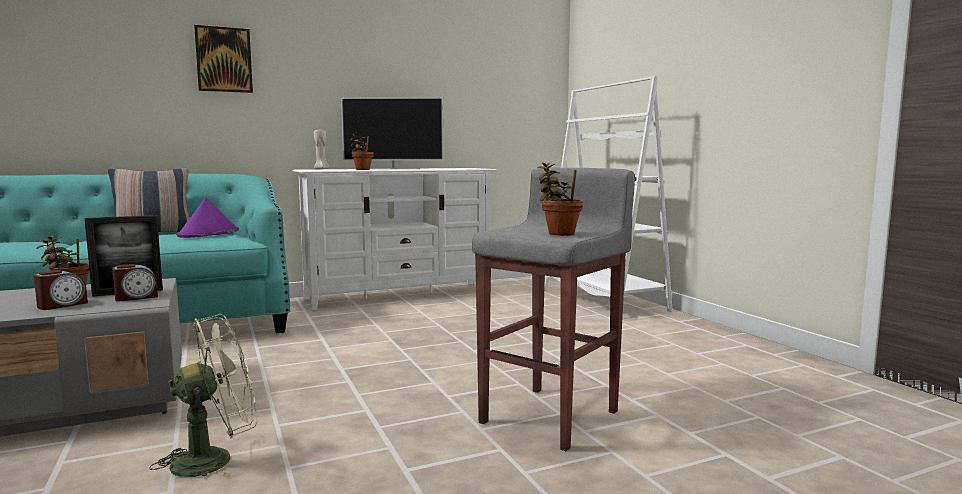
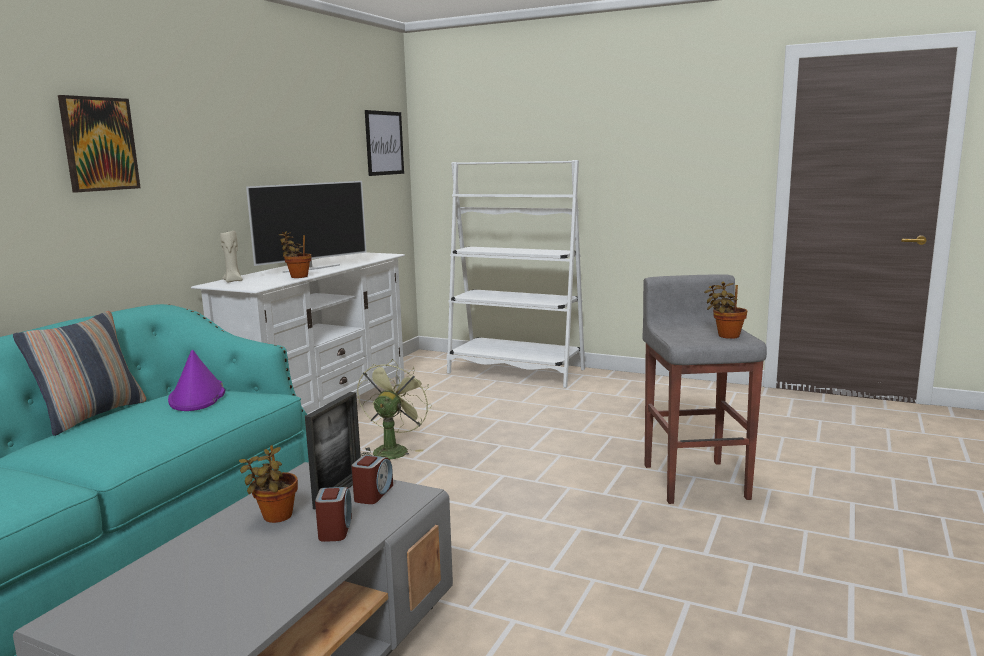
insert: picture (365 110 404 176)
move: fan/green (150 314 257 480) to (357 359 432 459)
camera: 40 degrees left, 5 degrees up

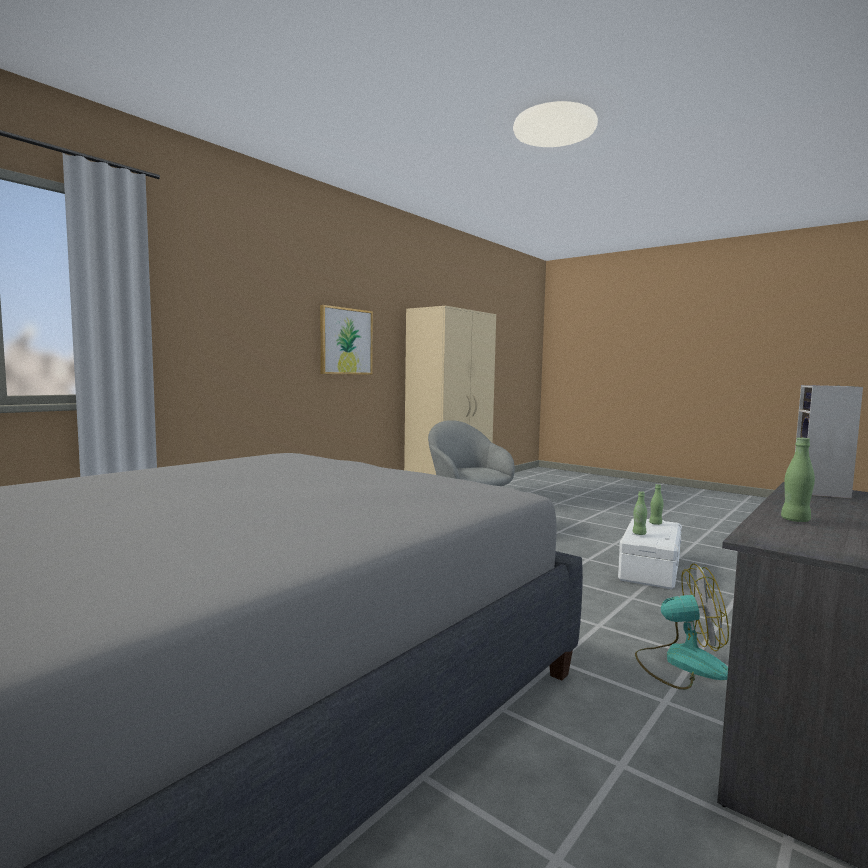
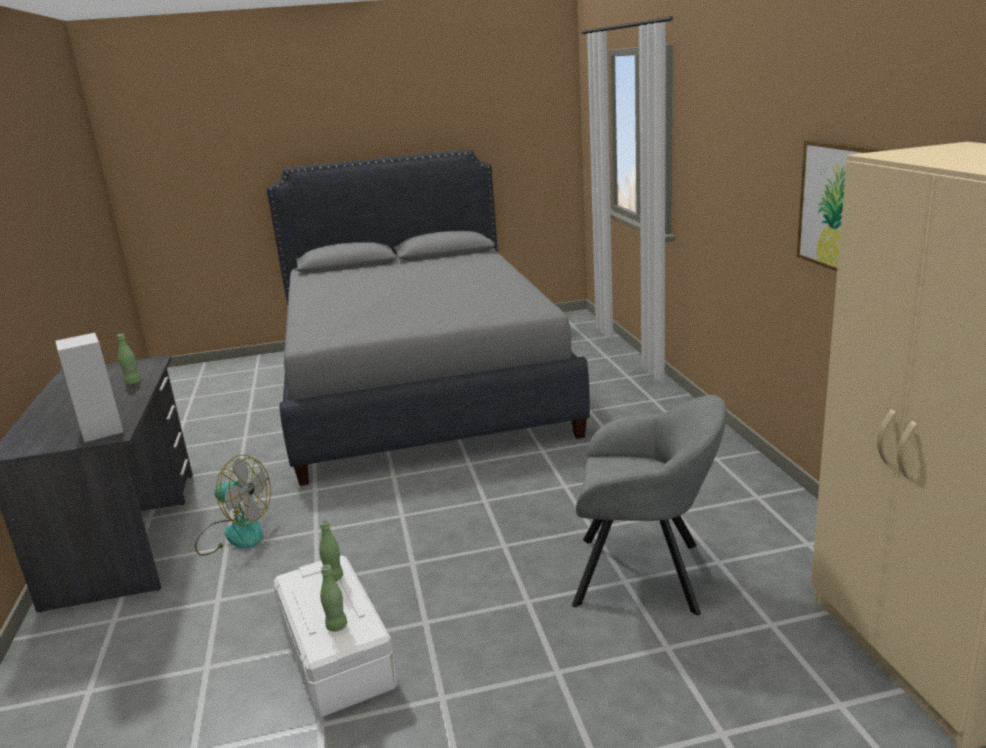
rotate: fan (635 564 729 690) = (195 454 271 556) 120 degrees counterclockwise
camera: 130 degrees right, 15 degrees up

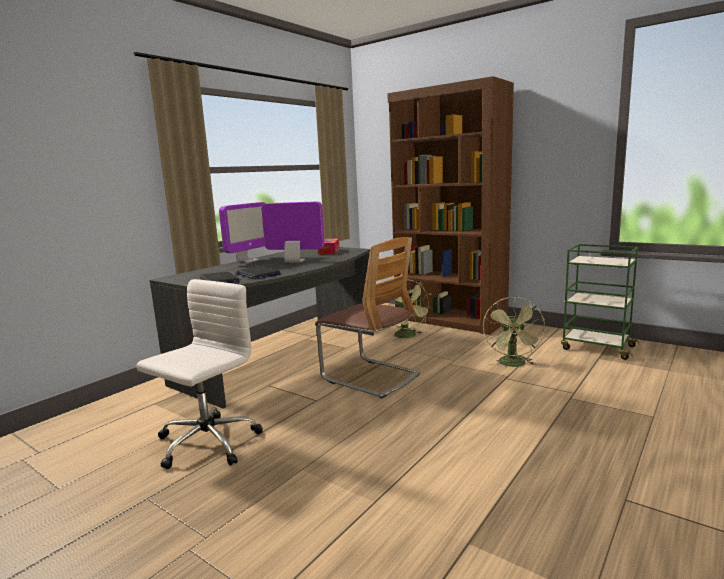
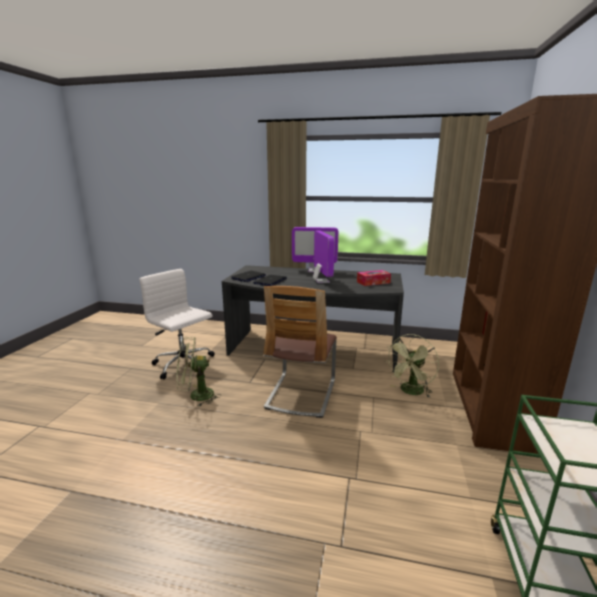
move: fan/green (483 297 545 367) to (177 337 221 406)
rotate: office chair/white (136 279 263 469) = (139 269 215 379) 150 degrees counterclockwise
camera: 65 degrees right, 5 degrees up

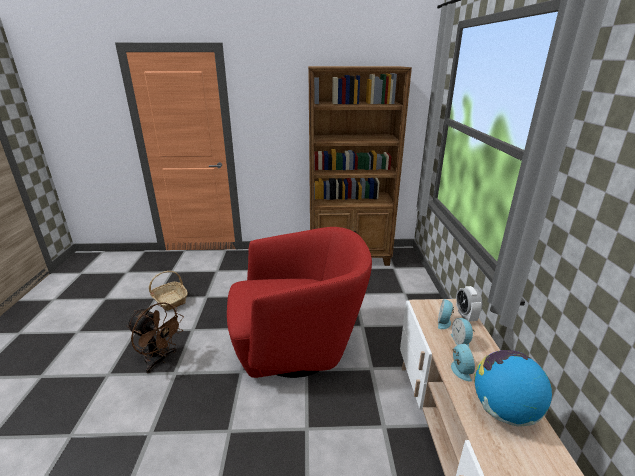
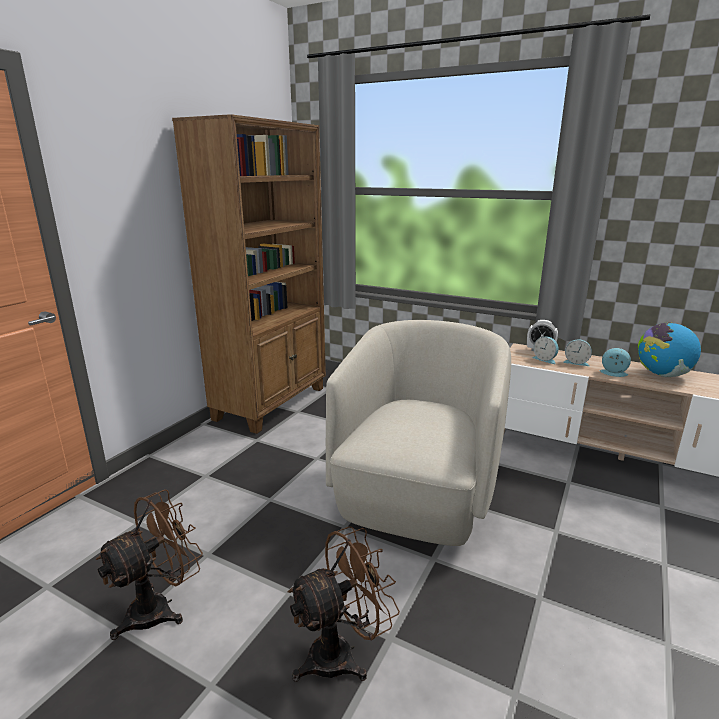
replace: basket (149 271 188 311) to fan/brown (96 490 203 640)
recolor: armchair/red (227 227 372 378) to armchair/beige (326 320 511 546)
camera: 60 degrees left, 5 degrees down

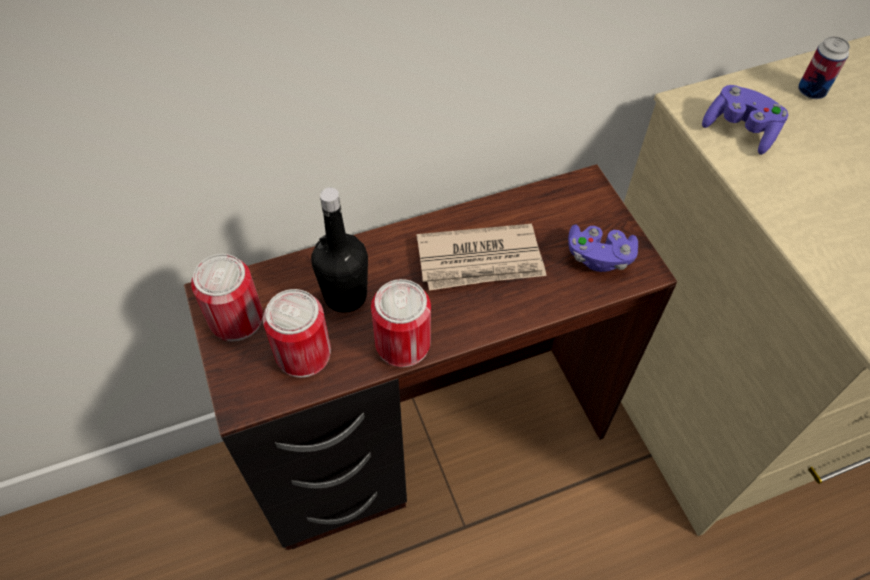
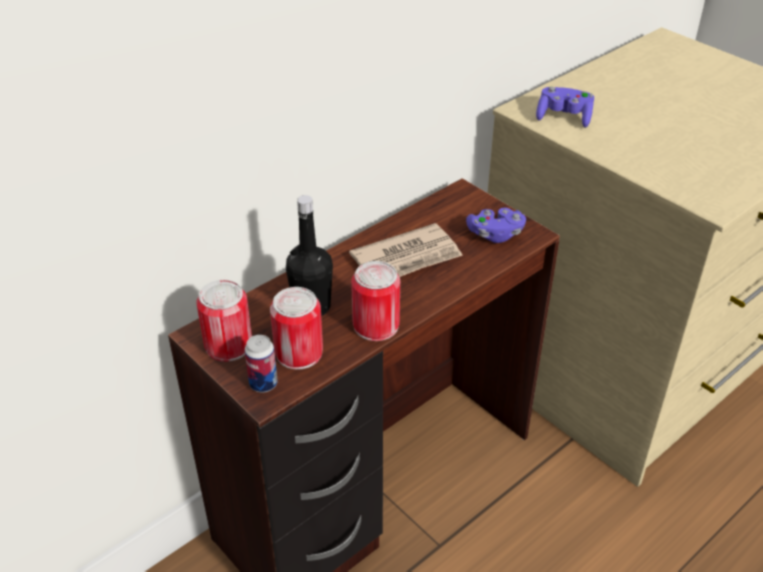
move: can (798 36 850 99) to (245 335 278 392)
camera: 20 degrees left, 15 degrees down

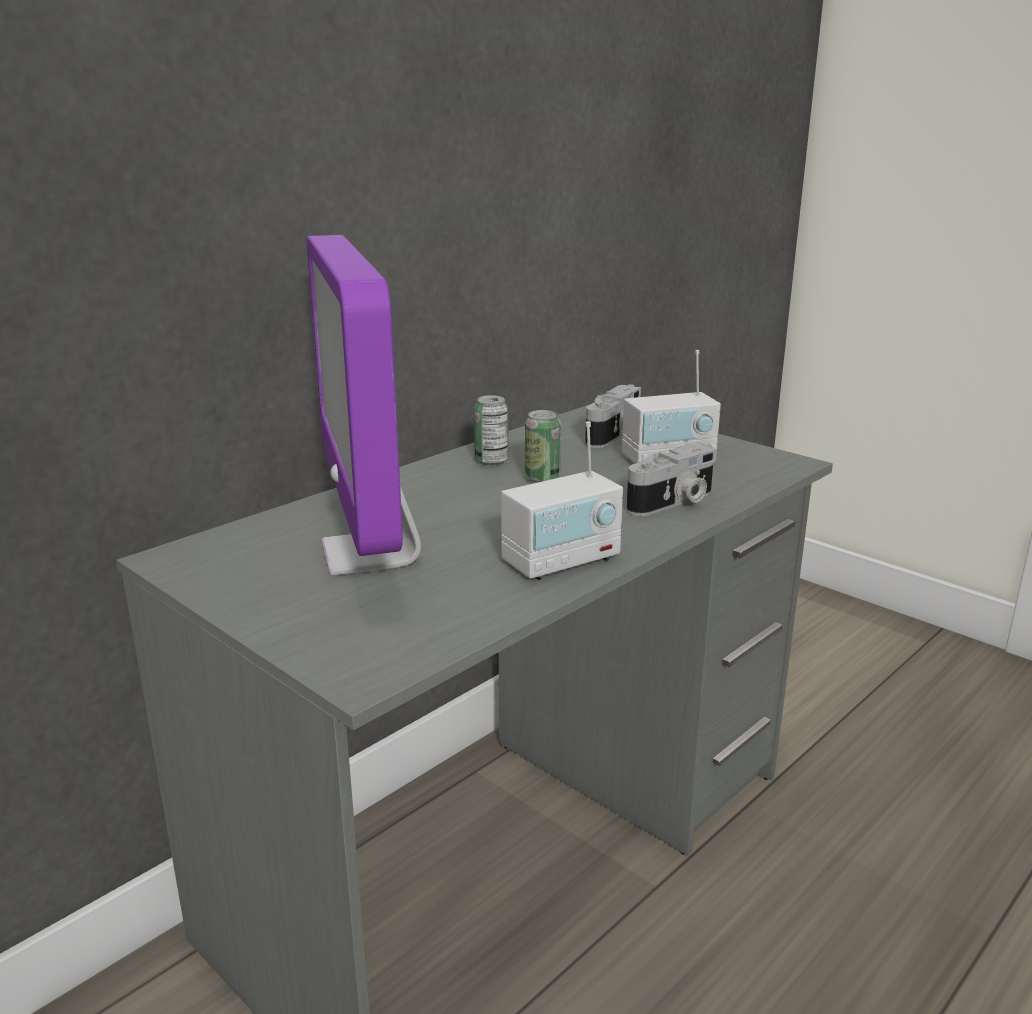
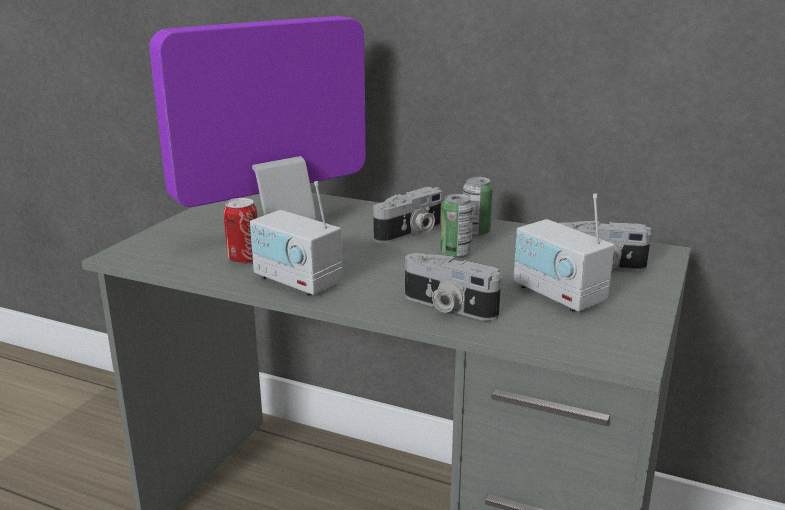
insert: can (224 198 257 264); photo camera (373 187 443 243)
camera: 70 degrees right, 0 degrees up

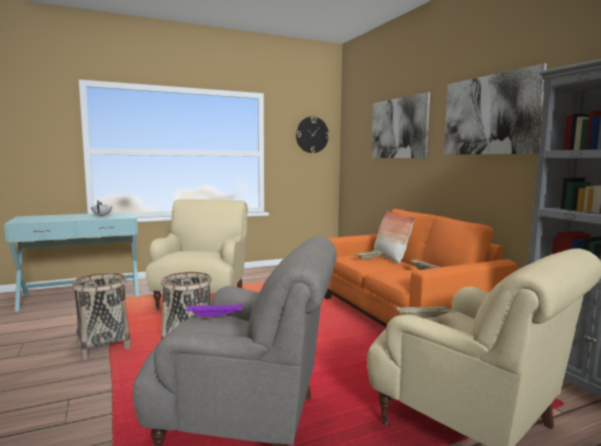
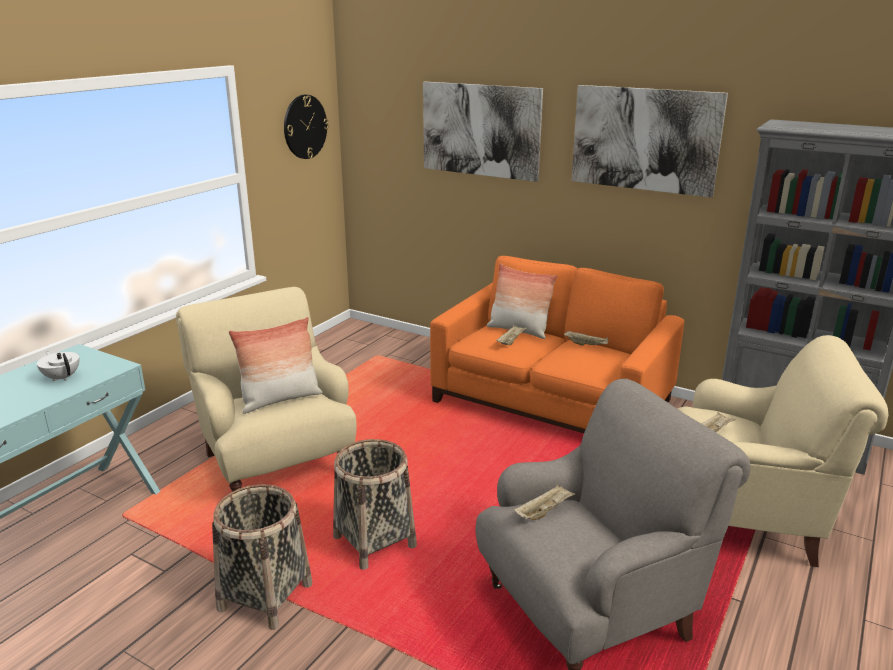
insert: pillow (229 317 322 414)
recolor: tray/purple (186 303 243 319) to tray/beige (514 484 576 520)
camera: 35 degrees left, 15 degrees up

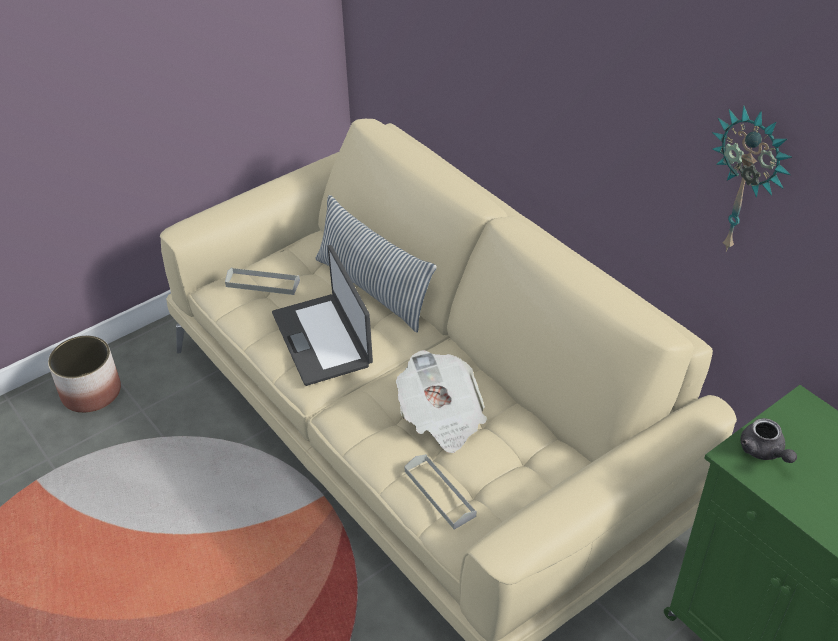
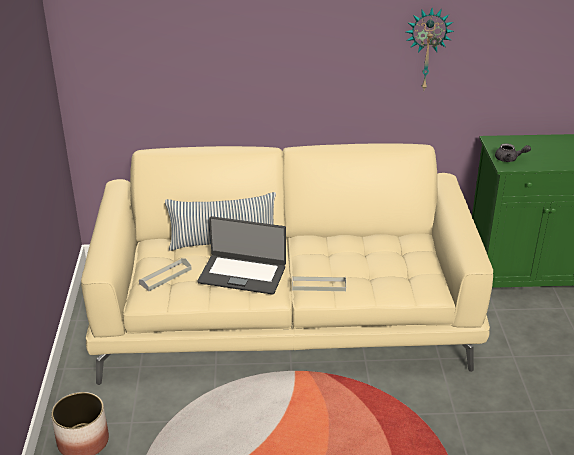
delete: newspaper (396 350 487 453)
move: tray/grey (404 454 477 530) to (292 276 346 291)
camera: 55 degrees left, 10 degrees down

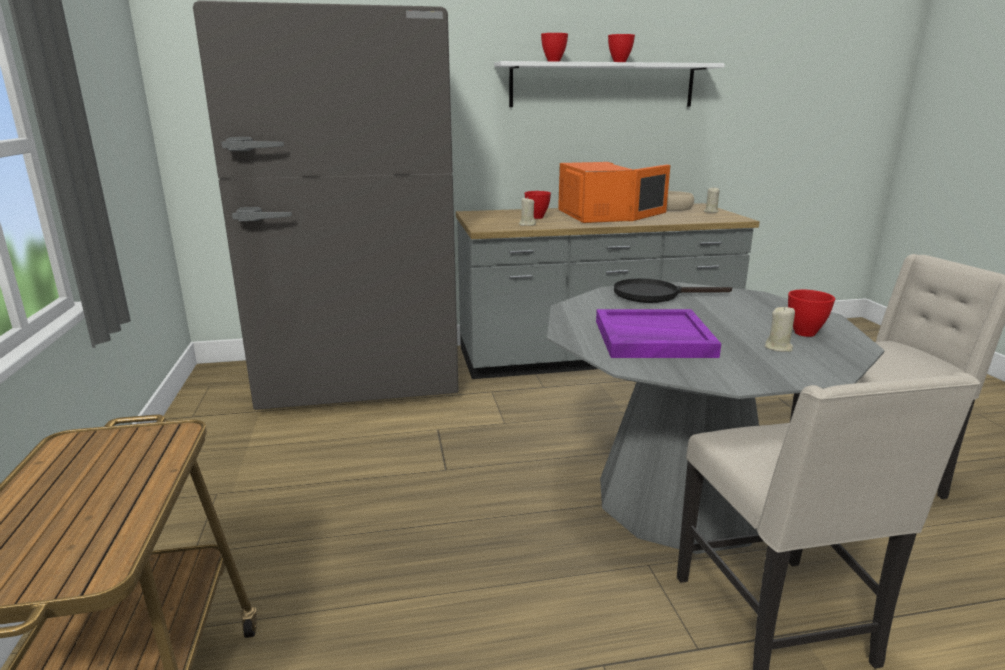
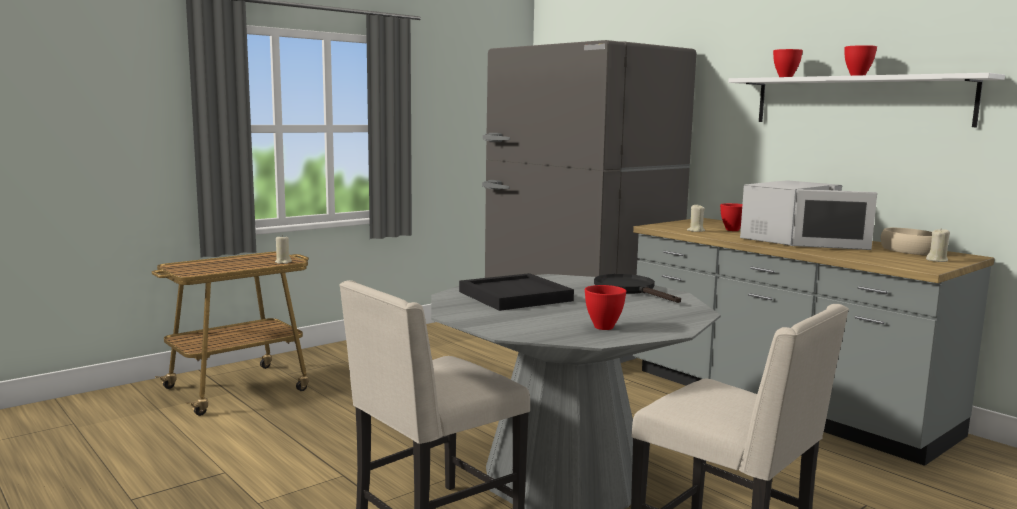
move: candle/beige (765 306 795 352) to (275 235 292 264)
recolor: microwave/orange (558 162 670 223) to microwave/white (740 180 877 250); tray/purple (596 309 721 358) to tray/black (459 273 574 311)
camera: 60 degrees right, 10 degrees down

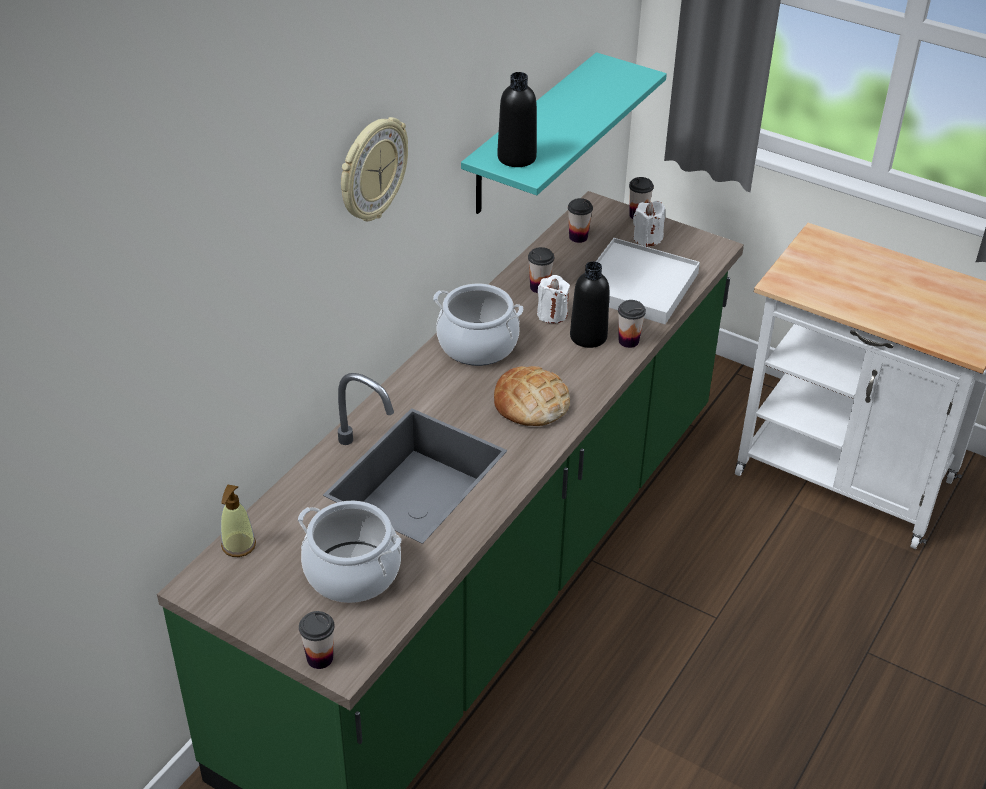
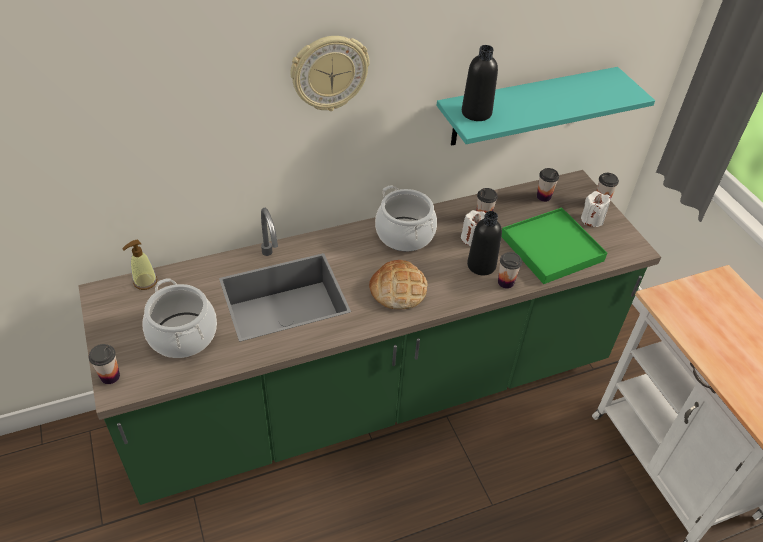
recolor: tray/white (596 238 700 324) to tray/green (502 207 607 284)
camera: 35 degrees right, 5 degrees up

